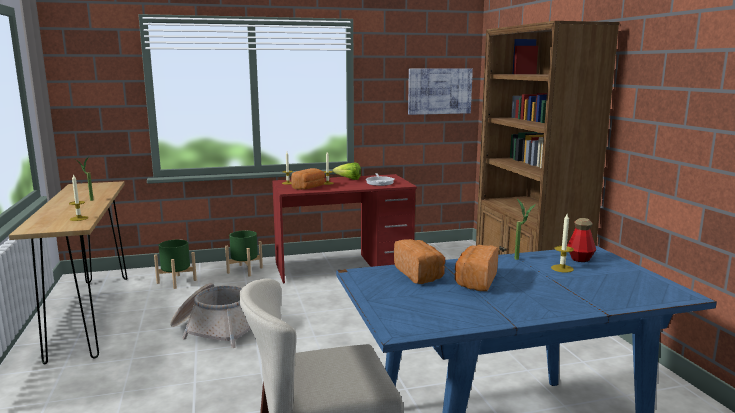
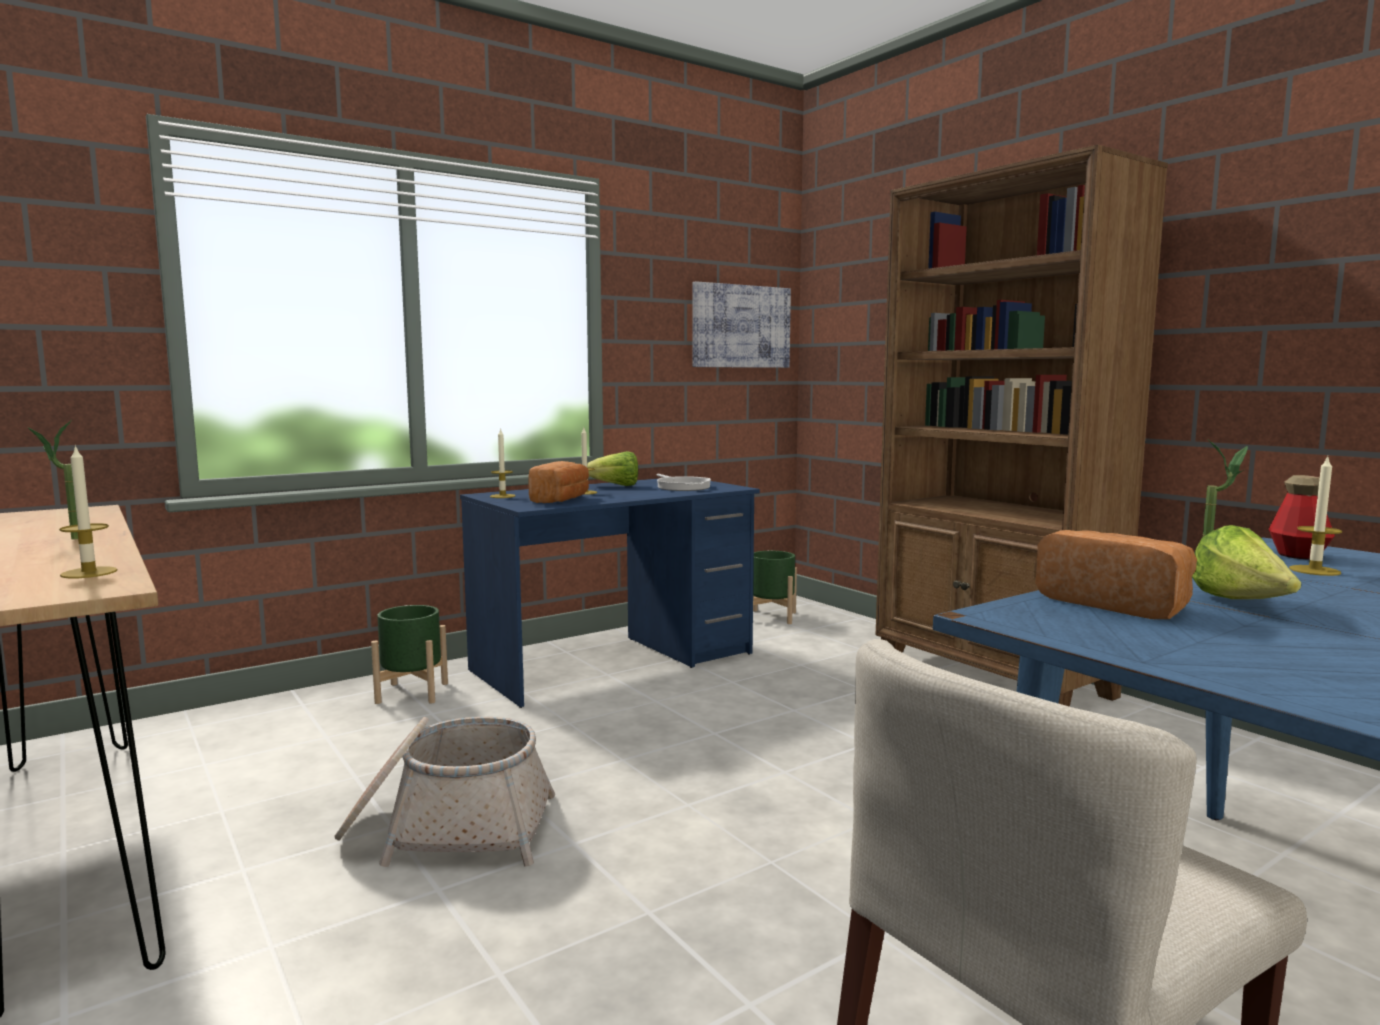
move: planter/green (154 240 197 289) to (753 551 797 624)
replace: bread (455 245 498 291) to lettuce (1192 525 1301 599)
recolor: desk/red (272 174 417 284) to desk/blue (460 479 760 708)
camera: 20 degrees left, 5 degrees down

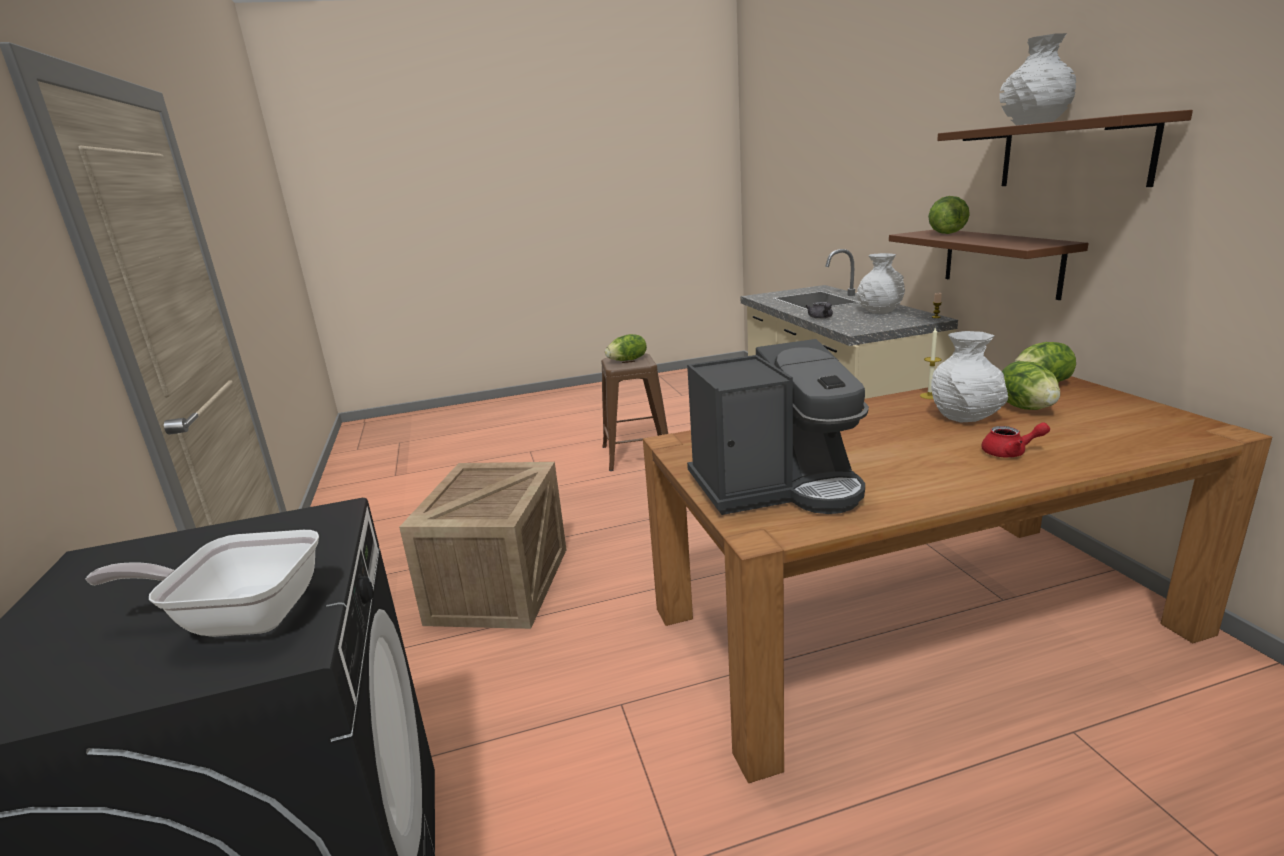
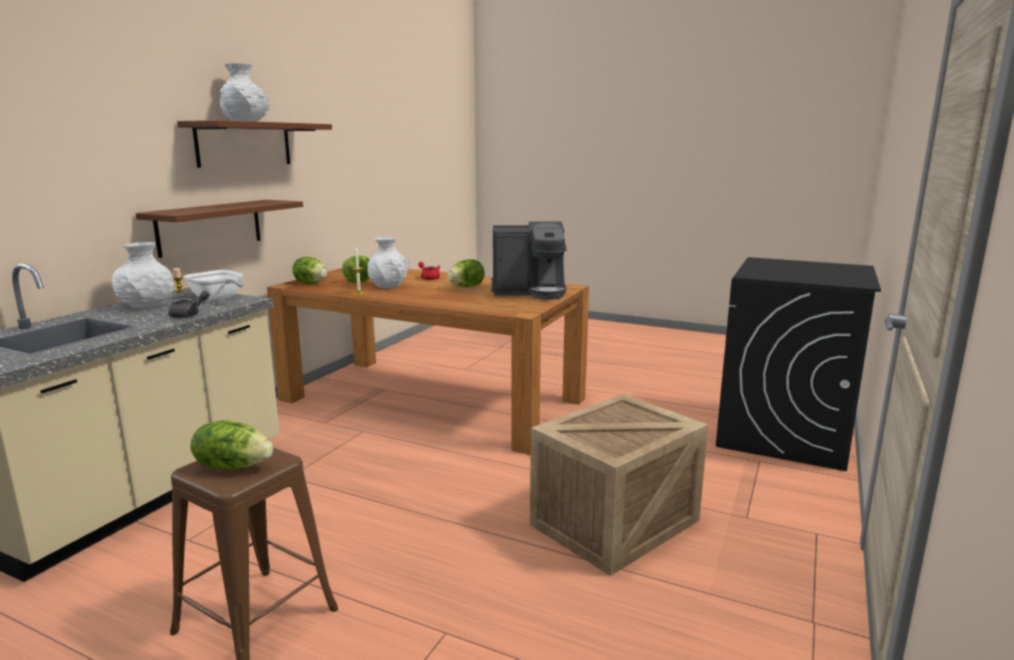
move: frying pan (85 530 319 637) to (184 270 244 301); lettuce (928 196 970 234) to (448 259 485 287)
rotate: coffee machine (687 339 869 515) = (491 221 567 300) 150 degrees clockwise
camera: 140 degrees left, 5 degrees down

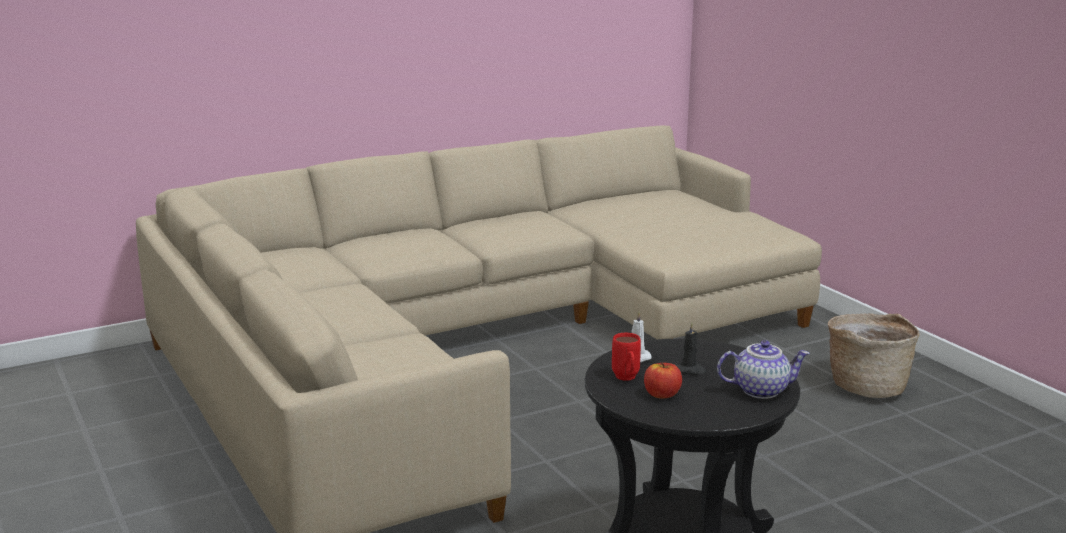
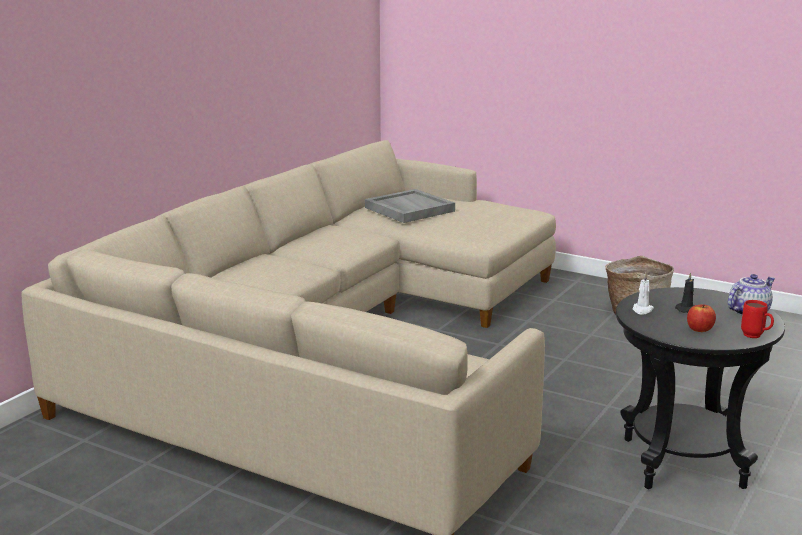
insert: tray/grey (365 189 455 223)
move: mug/red (612 333 641 381) to (741 300 774 338)
camera: 30 degrees left, 0 degrees up

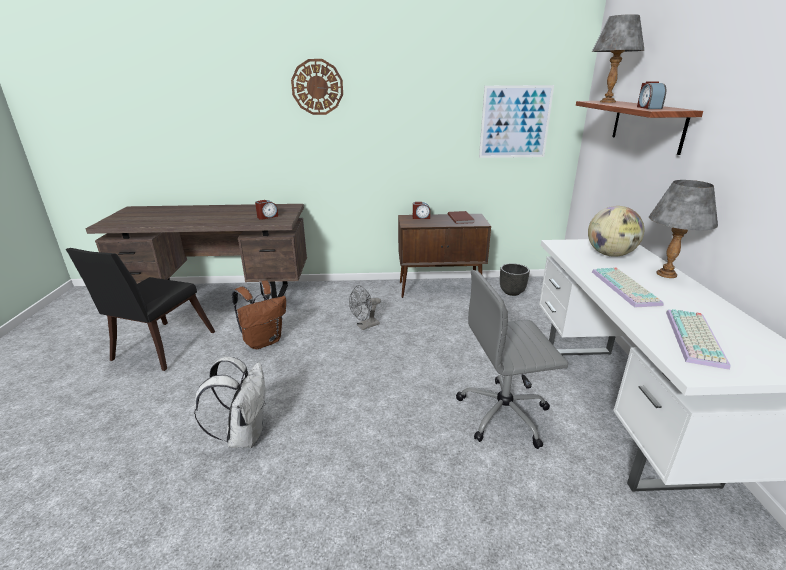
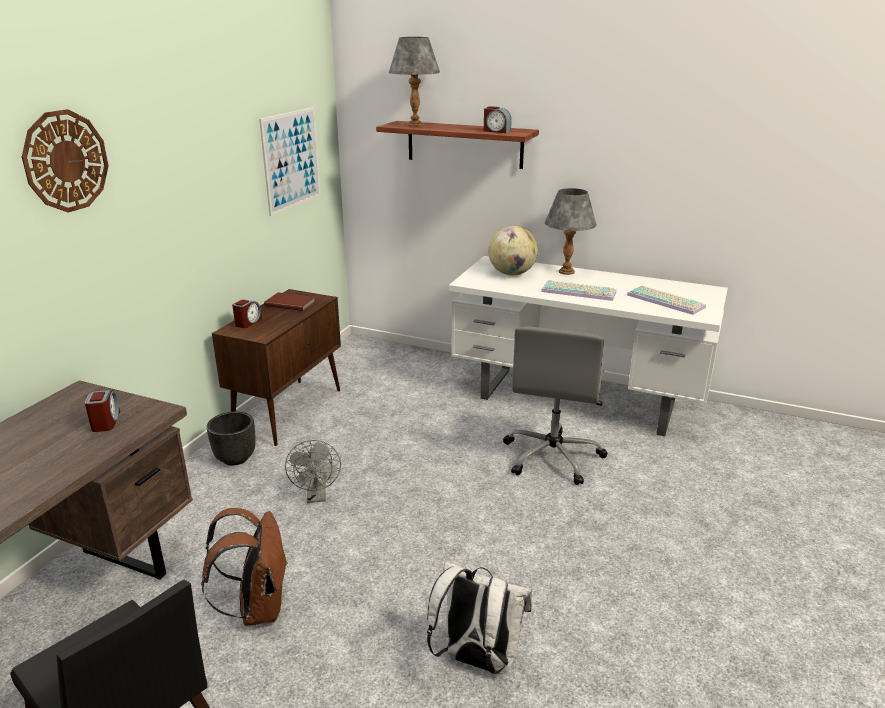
move: planter/black (500 263 530 296) to (207 411 256 465)
camera: 65 degrees left, 0 degrees up

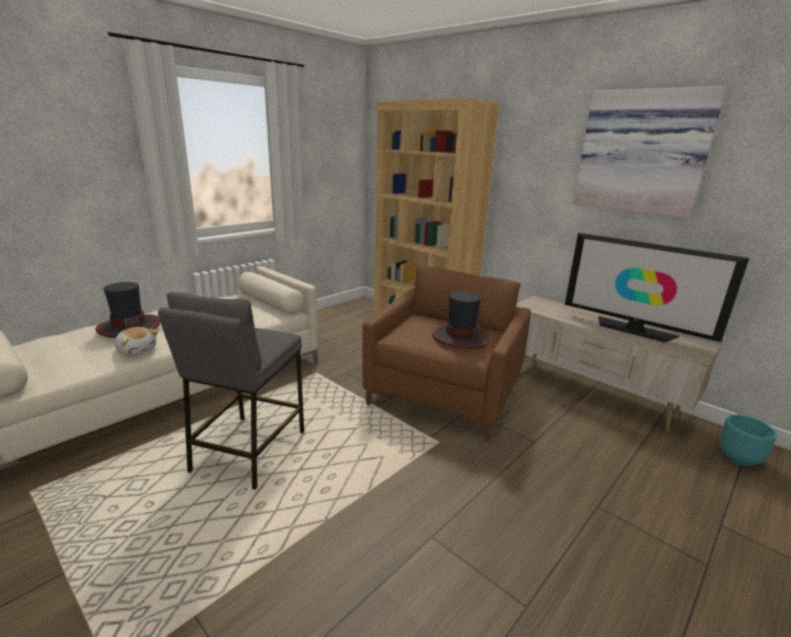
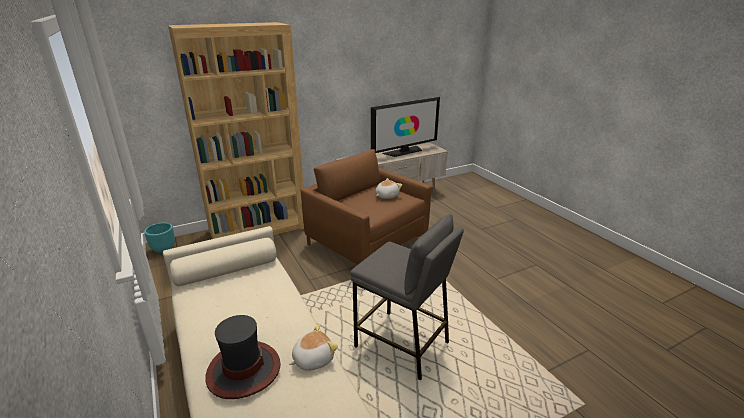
delete: picture (573 86 727 218)
move: planter/turquoise (720 414 778 467) to (144 223 175 253)
replace: hat (432 291 491 349) to plush toy (375 178 402 199)
camera: 70 degrees left, 5 degrees up

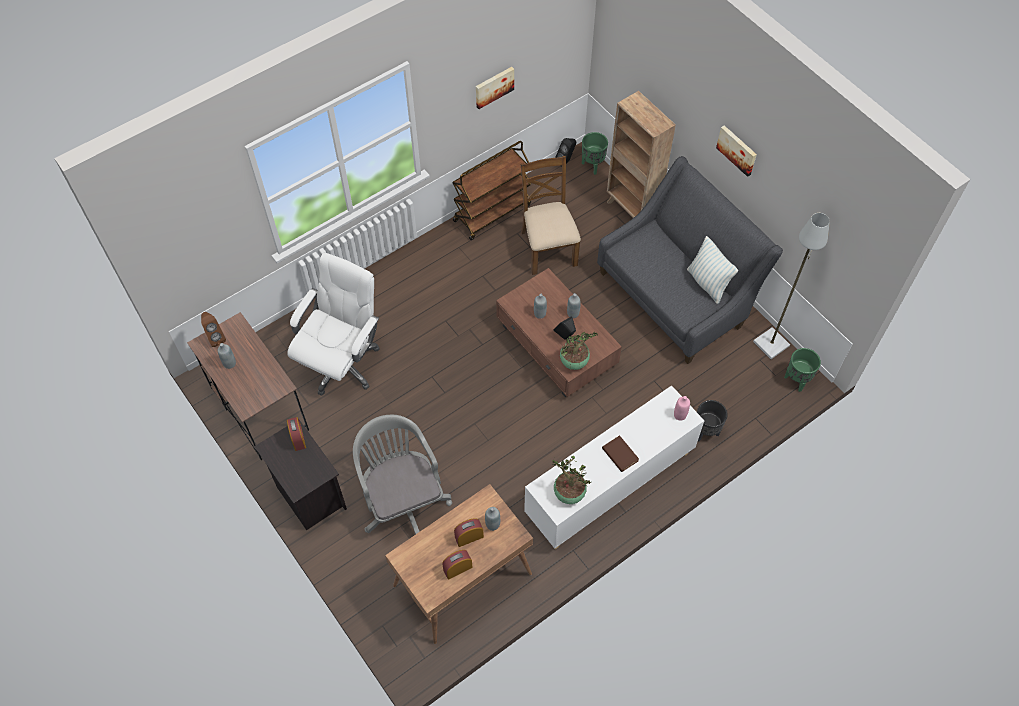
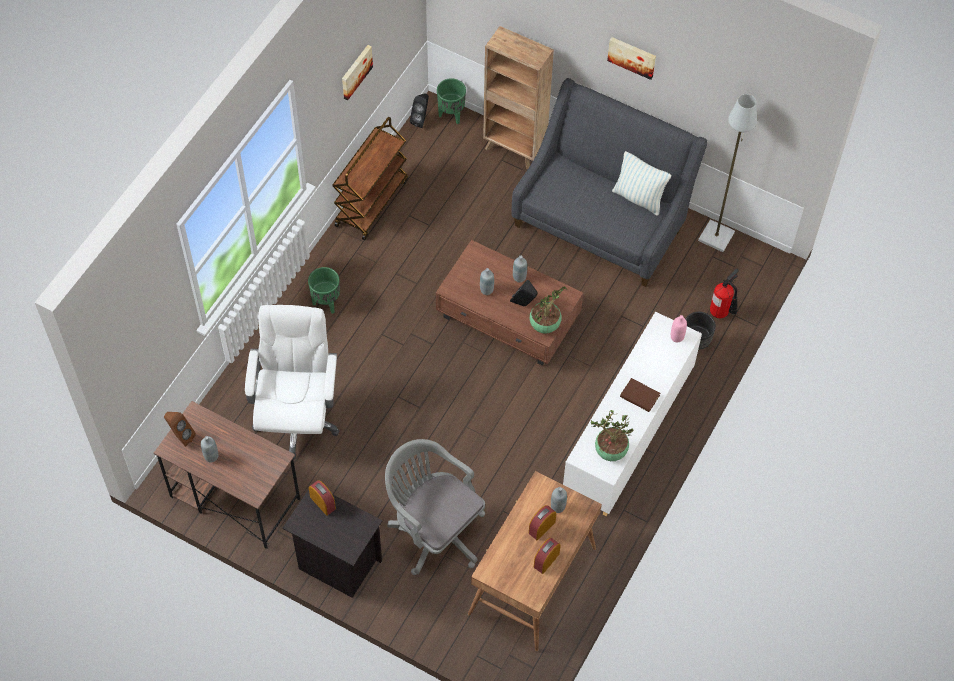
delete: chair/brown (521 156 581 275)
insert: fire extinguisher (710 269 739 318)
move: planter/green (784 348 821 392) to (308 267 340 314)
camera: 25 degrees left, 0 degrees up

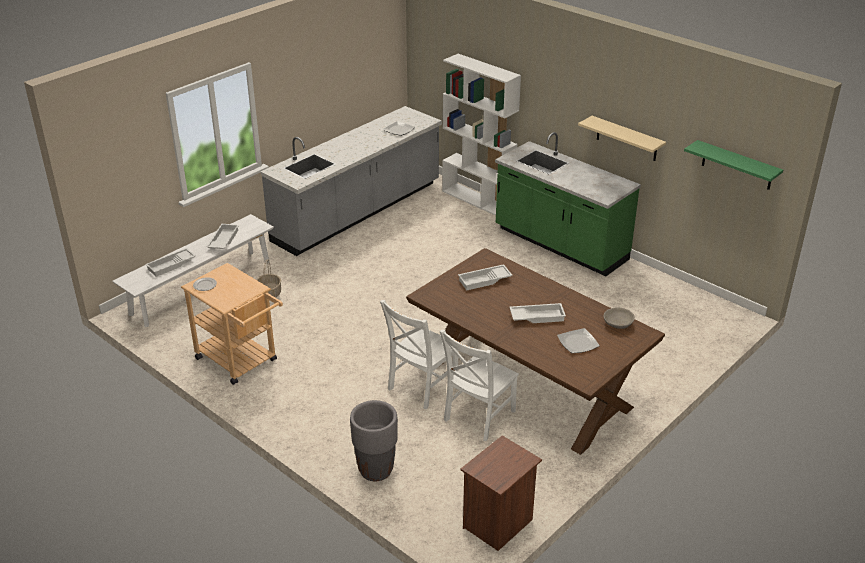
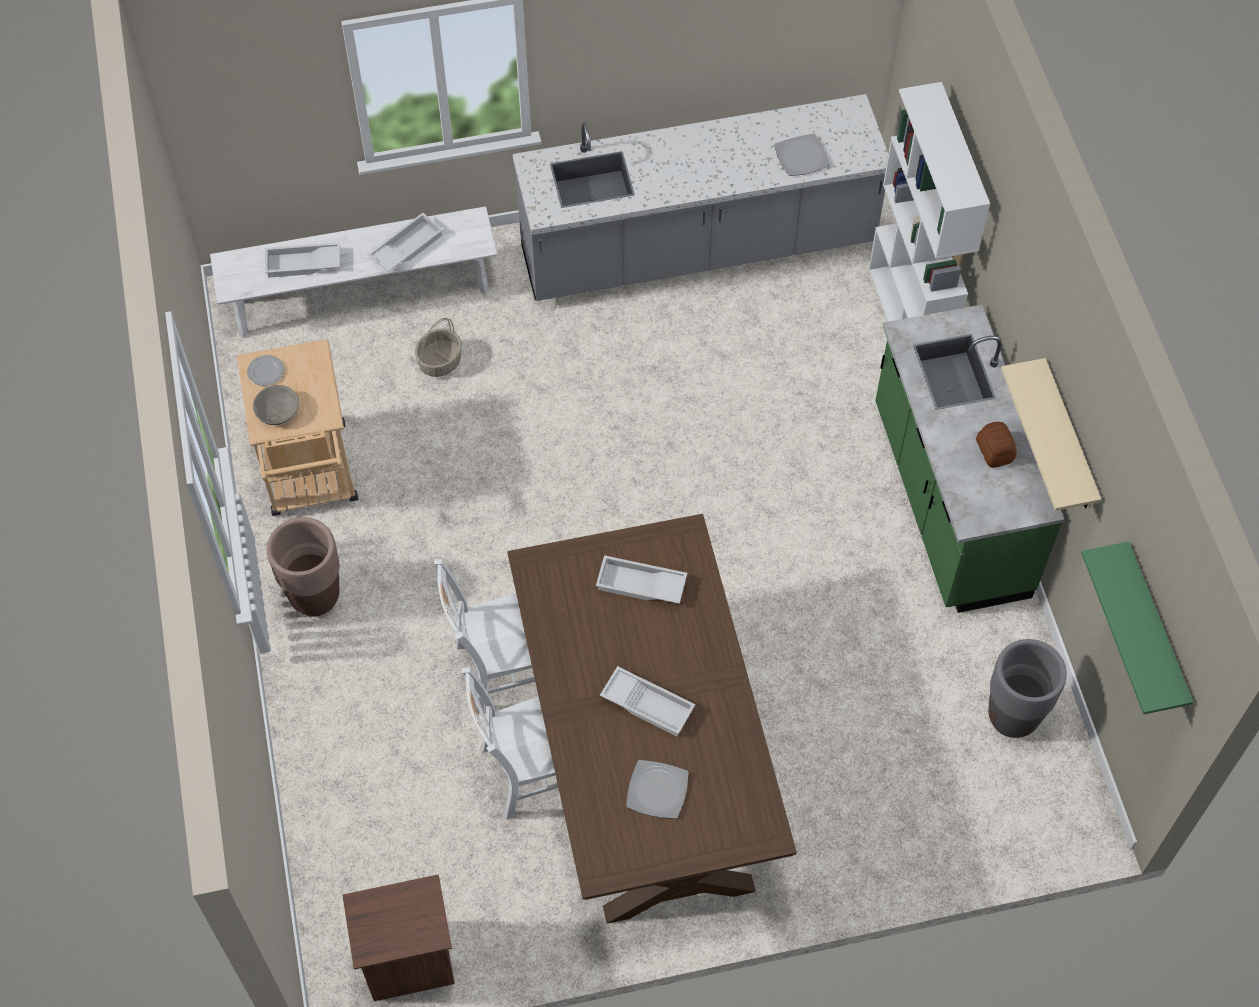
insert: planter/brown (267 517 339 617); bread (976 422 1017 468)
move: planter/grey (350 400 398 481) to (988 639 1067 738); bowl/grey (604 307 635 329) to (253 385 300 425)
camera: 35 degrees right, 25 degrees up

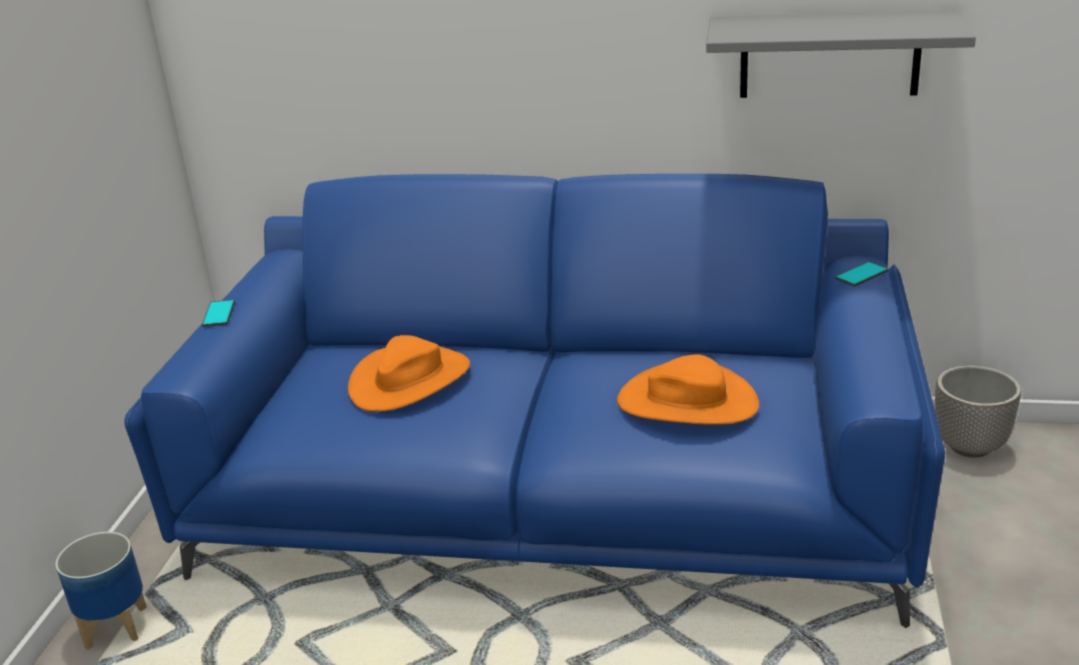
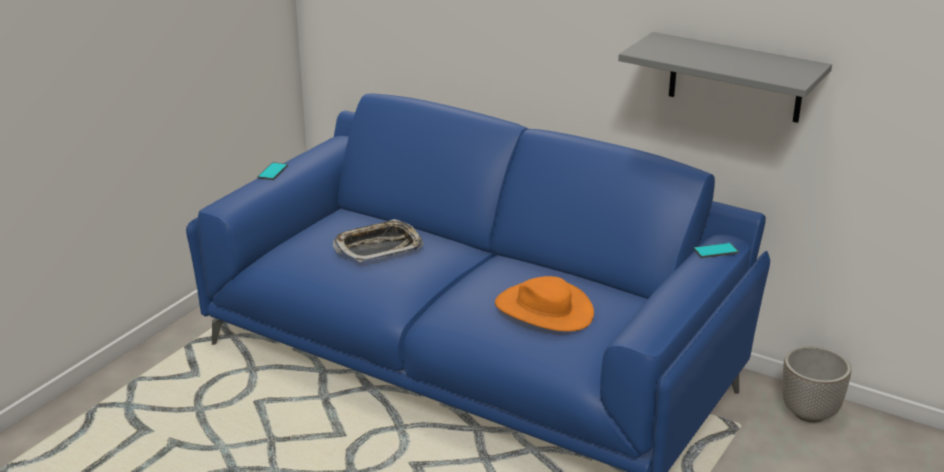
delete: planter (55 532 147 650)
replace: hat/orange (348 335 470 412) to tray (333 219 423 262)
camera: 20 degrees right, 0 degrees up

